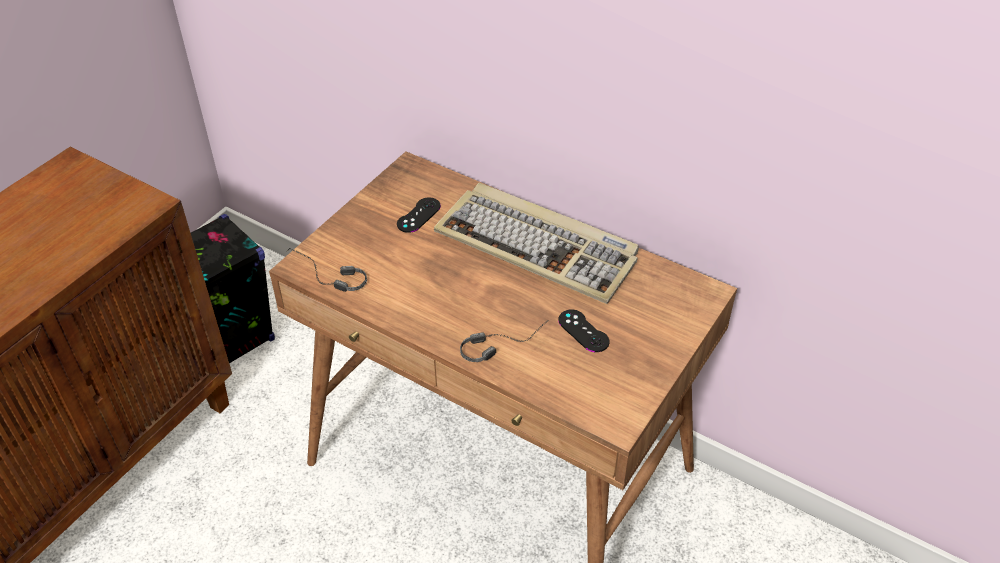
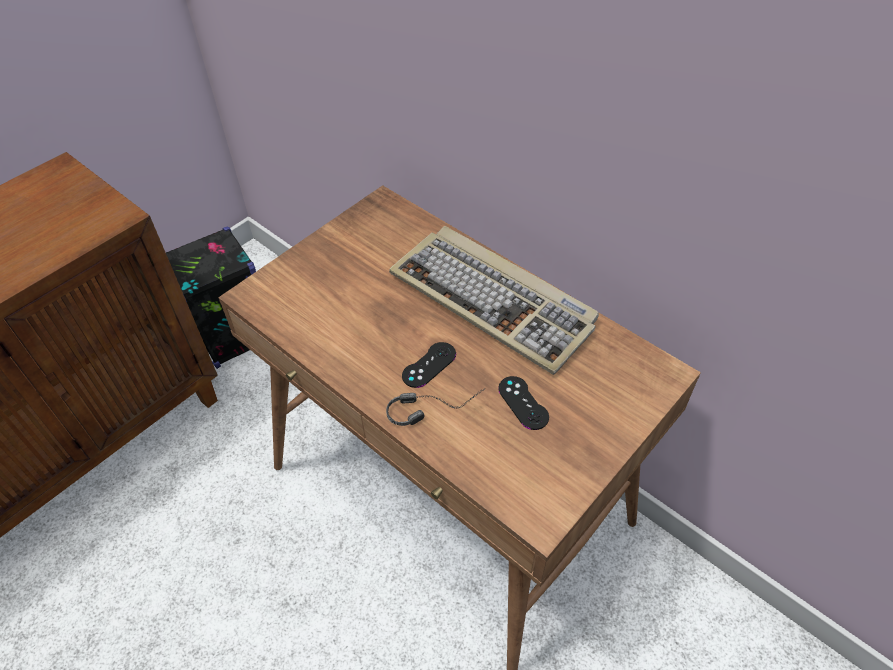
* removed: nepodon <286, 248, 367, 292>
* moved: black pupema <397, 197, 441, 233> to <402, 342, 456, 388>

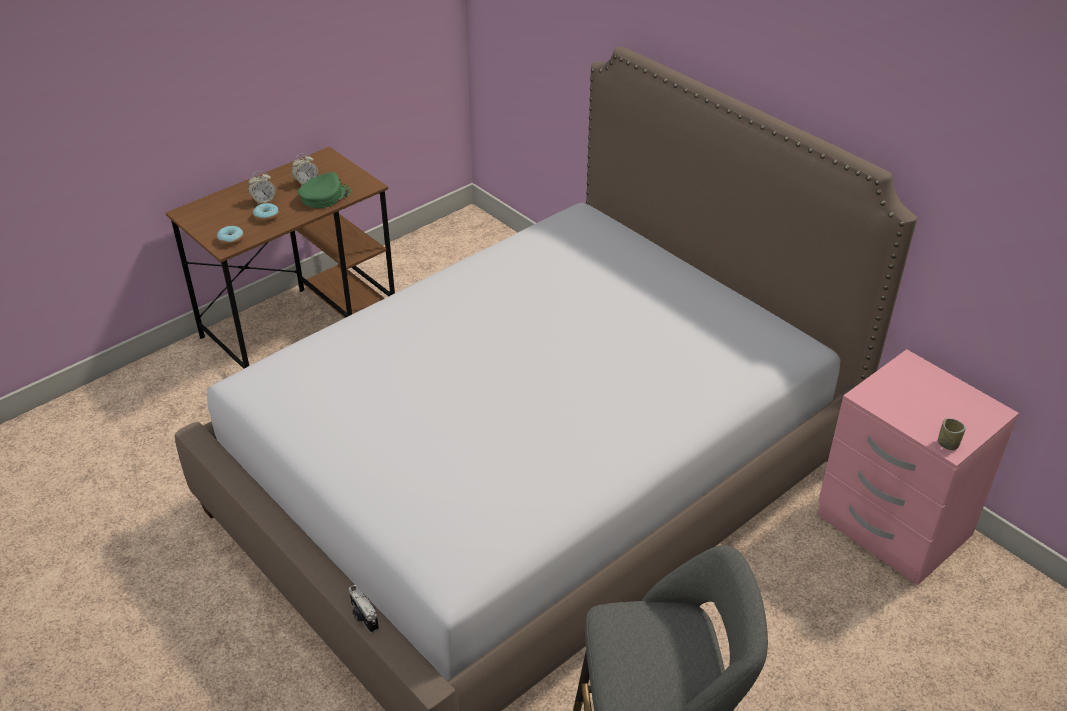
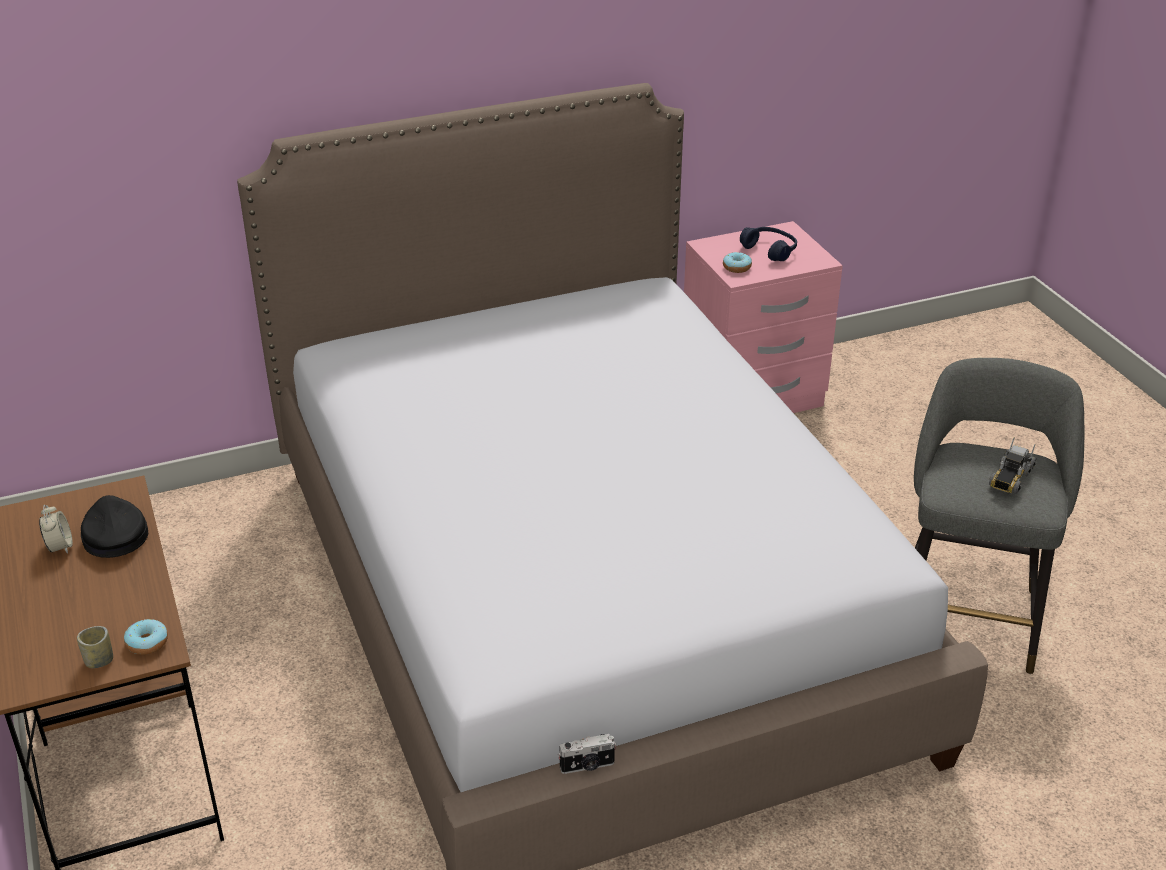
* removed: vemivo <248, 171, 276, 205>
* moved: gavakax <253, 203, 279, 222> to <723, 252, 752, 273>
* recoloured: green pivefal <297, 172, 351, 208> to black pivefal <81, 495, 148, 558>
* moved: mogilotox <349, 585, 379, 633> to <558, 734, 617, 774>
* moved: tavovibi <938, 418, 966, 450> to <77, 626, 113, 668>
* added: blue nepodon <740, 227, 797, 261>
* added: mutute <989, 437, 1036, 494>

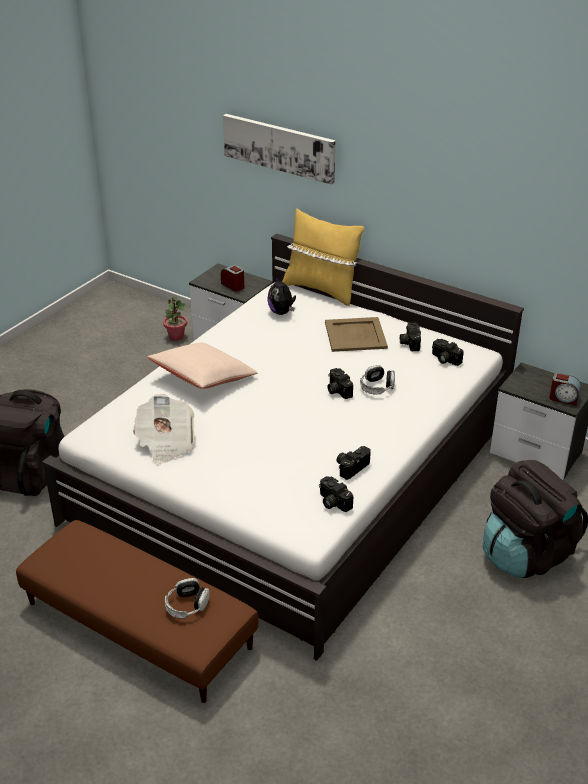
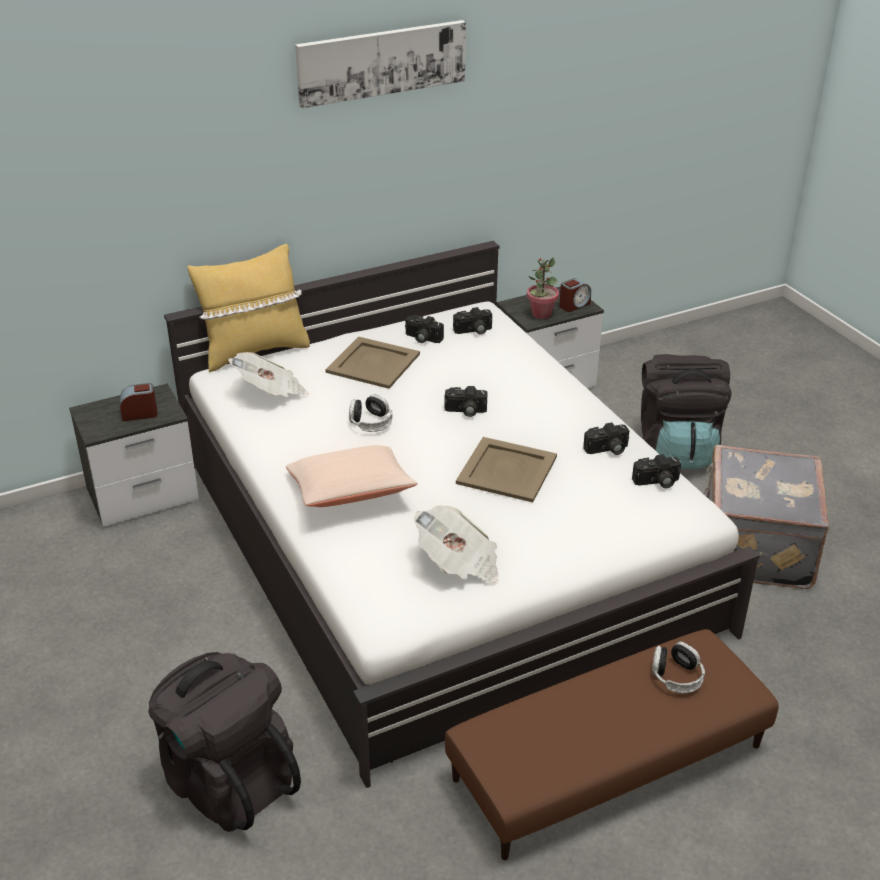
* moved: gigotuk <163, 297, 187, 341> to <527, 257, 559, 319>
* moved: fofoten <223, 114, 336, 185> to <295, 20, 466, 108>
* replaced: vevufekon <267, 276, 296, 315> to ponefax <228, 352, 309, 397>
* turned: mogilotox <337, 446, 371, 480> = <583, 423, 629, 455> 90 degrees counterclockwise
* moved: nepodon <360, 365, 395, 395> to <349, 394, 393, 432>
* added: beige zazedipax <456, 437, 557, 502>
* added: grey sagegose <704, 445, 829, 589>

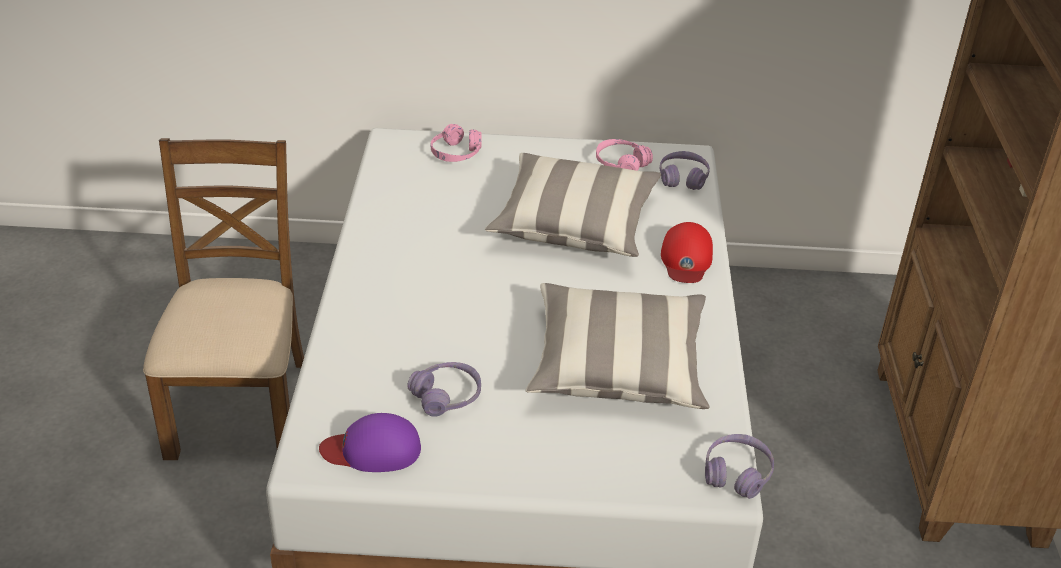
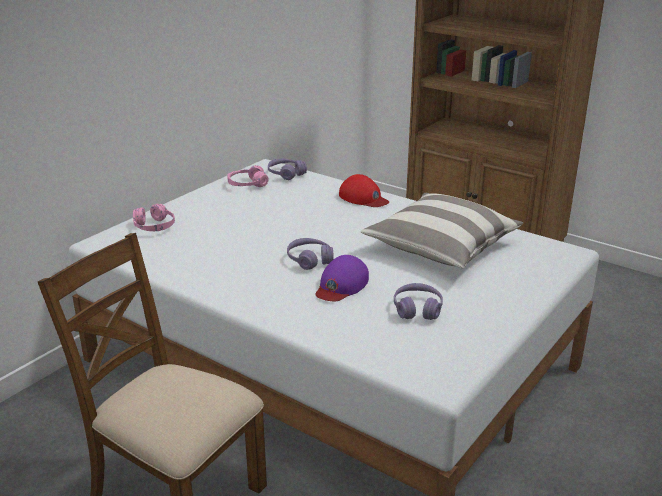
* moved: purple pivefal <319, 413, 421, 472> to <315, 255, 369, 301>
* removed: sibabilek <485, 153, 661, 257>
* moved: purple nepodon <705, 434, 774, 499> to <287, 238, 334, 270>

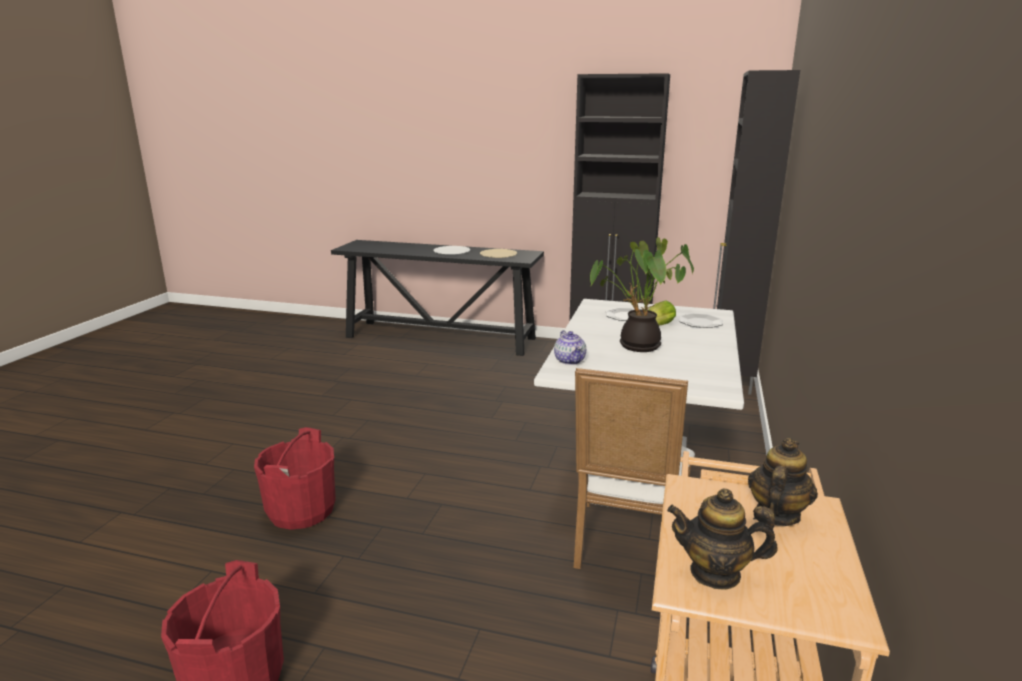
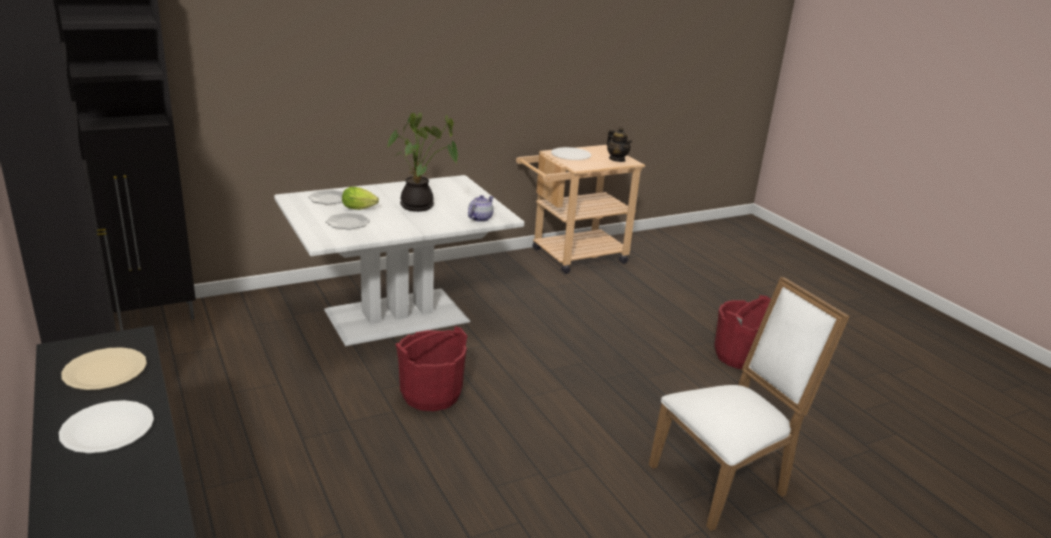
* moved: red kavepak <254, 427, 336, 530> to <395, 326, 467, 411>
* moved: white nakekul <574, 368, 695, 569> to <649, 277, 850, 531>
* replaced: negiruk <748, 438, 818, 526> to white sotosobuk <551, 147, 591, 160>

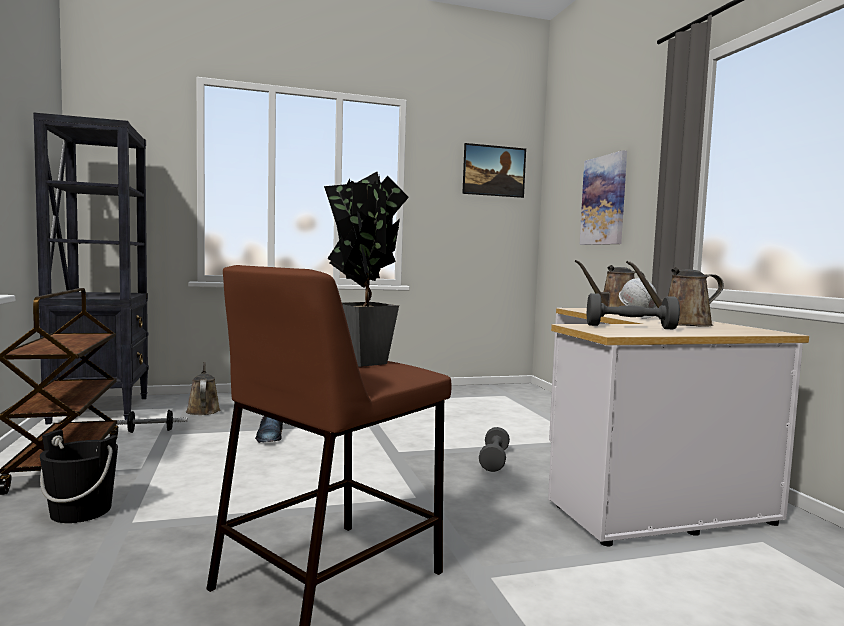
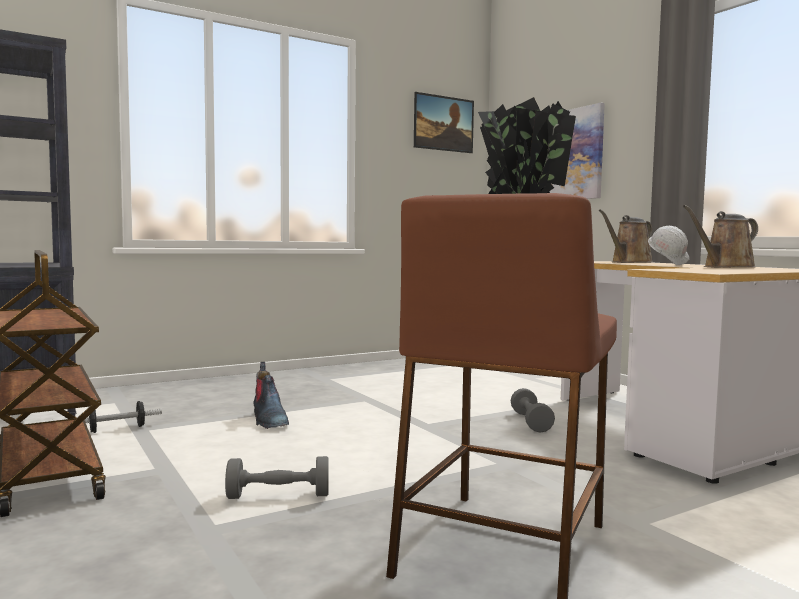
* removed: black kavepak <40, 429, 118, 523>
* removed: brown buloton <186, 362, 220, 415>
* moved: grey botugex <587, 293, 680, 329> to <225, 456, 329, 499>

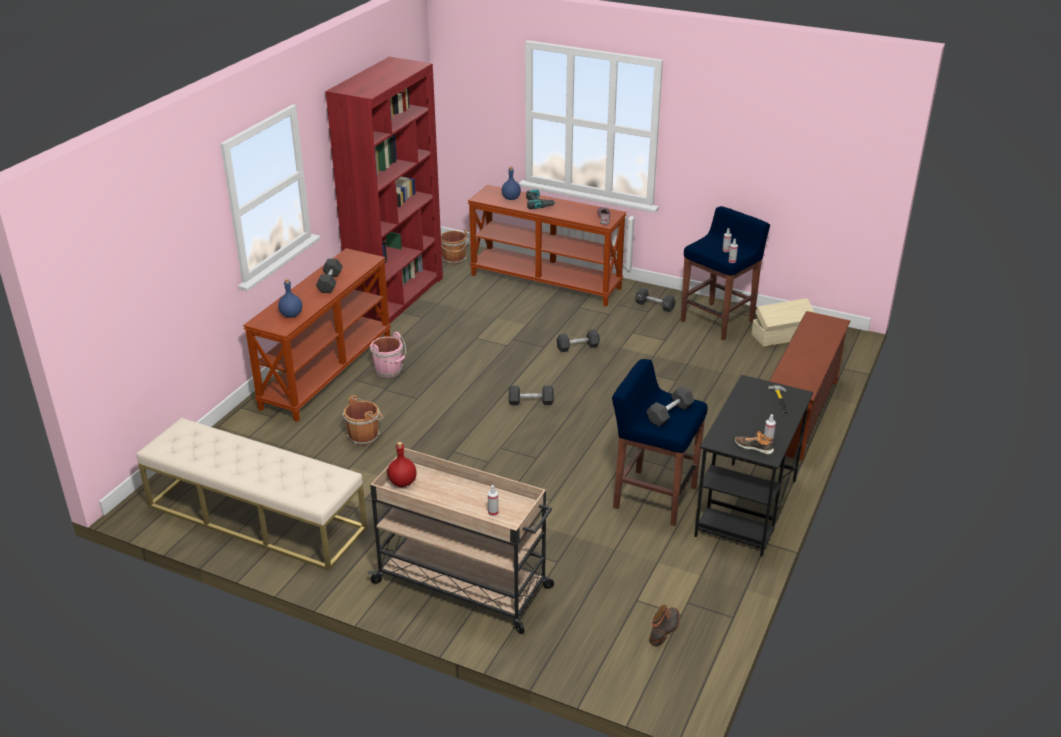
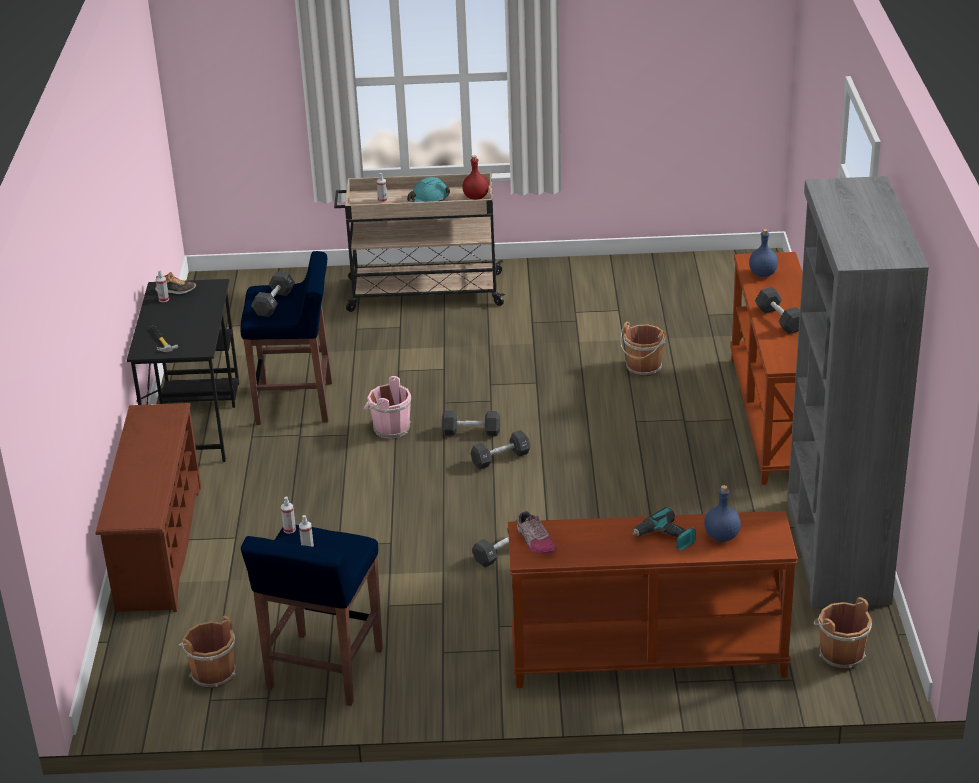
* removed: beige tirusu <137, 418, 367, 571>
* recoloured: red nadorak <326, 57, 443, 324> to grey nadorak <787, 176, 929, 608>
* moved: pink kavepak <370, 332, 406, 377> to <363, 376, 411, 439>
* moved: black botugex <635, 287, 676, 312> to <442, 411, 500, 436>
* removed: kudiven <650, 605, 680, 647>
* replaced: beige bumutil <752, 298, 815, 347> to brown kavepak <178, 616, 235, 689>
* added: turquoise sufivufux <407, 177, 450, 202>

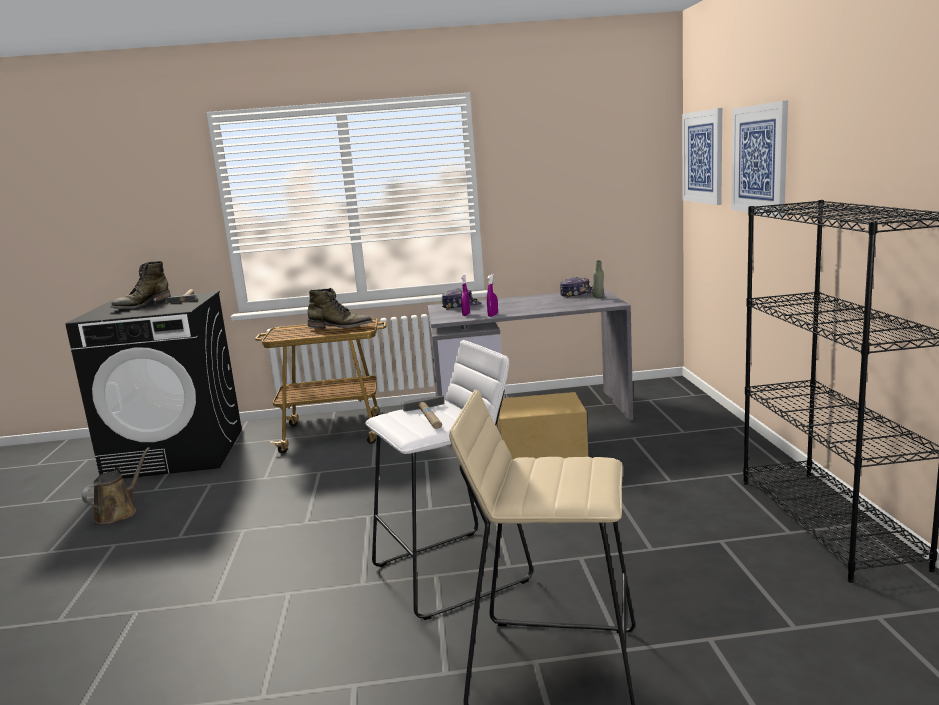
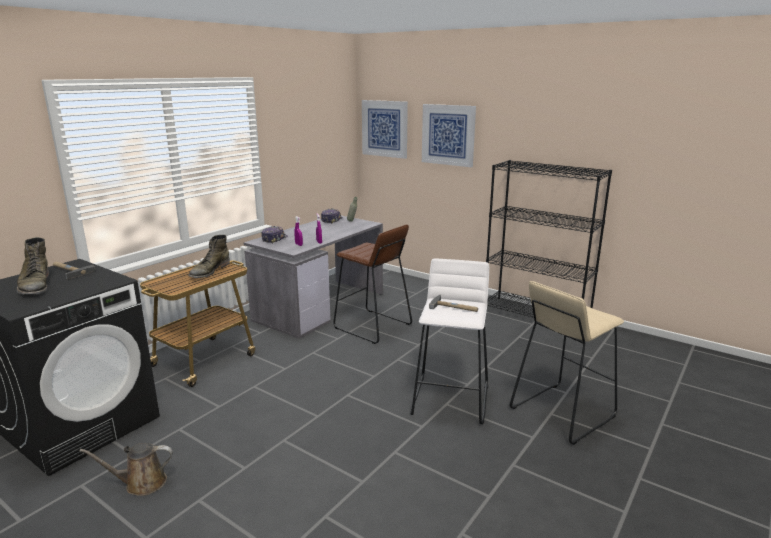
* turned: brown buloton <82, 447, 150, 524> = <80, 443, 173, 496> 75 degrees counterclockwise
* turned: green kudiven <308, 288, 373, 329> = <188, 235, 230, 278> 150 degrees clockwise
* replaced: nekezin <497, 392, 588, 459> to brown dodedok <333, 225, 412, 344>

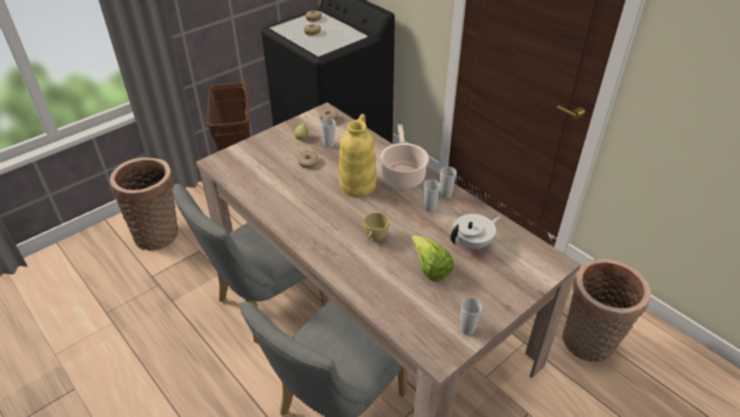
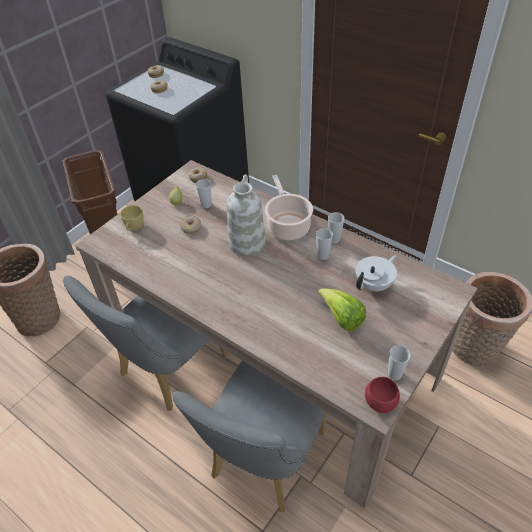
* recoloured: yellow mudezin <339, 114, 376, 197> to white mudezin <227, 174, 265, 257>
* moved: yellow tavovibi <364, 212, 389, 241> to <120, 205, 144, 231>
* added: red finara <365, 377, 400, 413>

